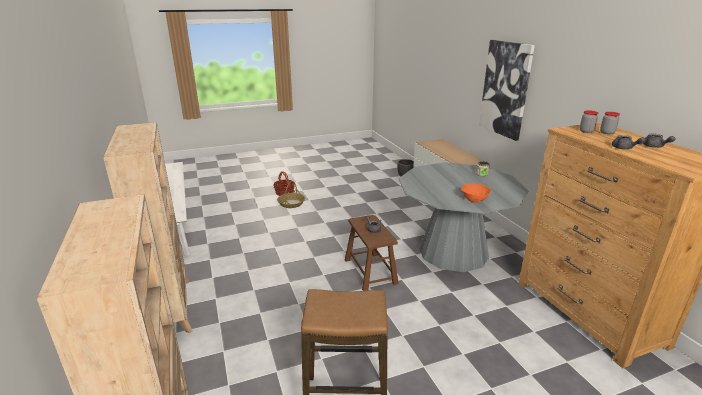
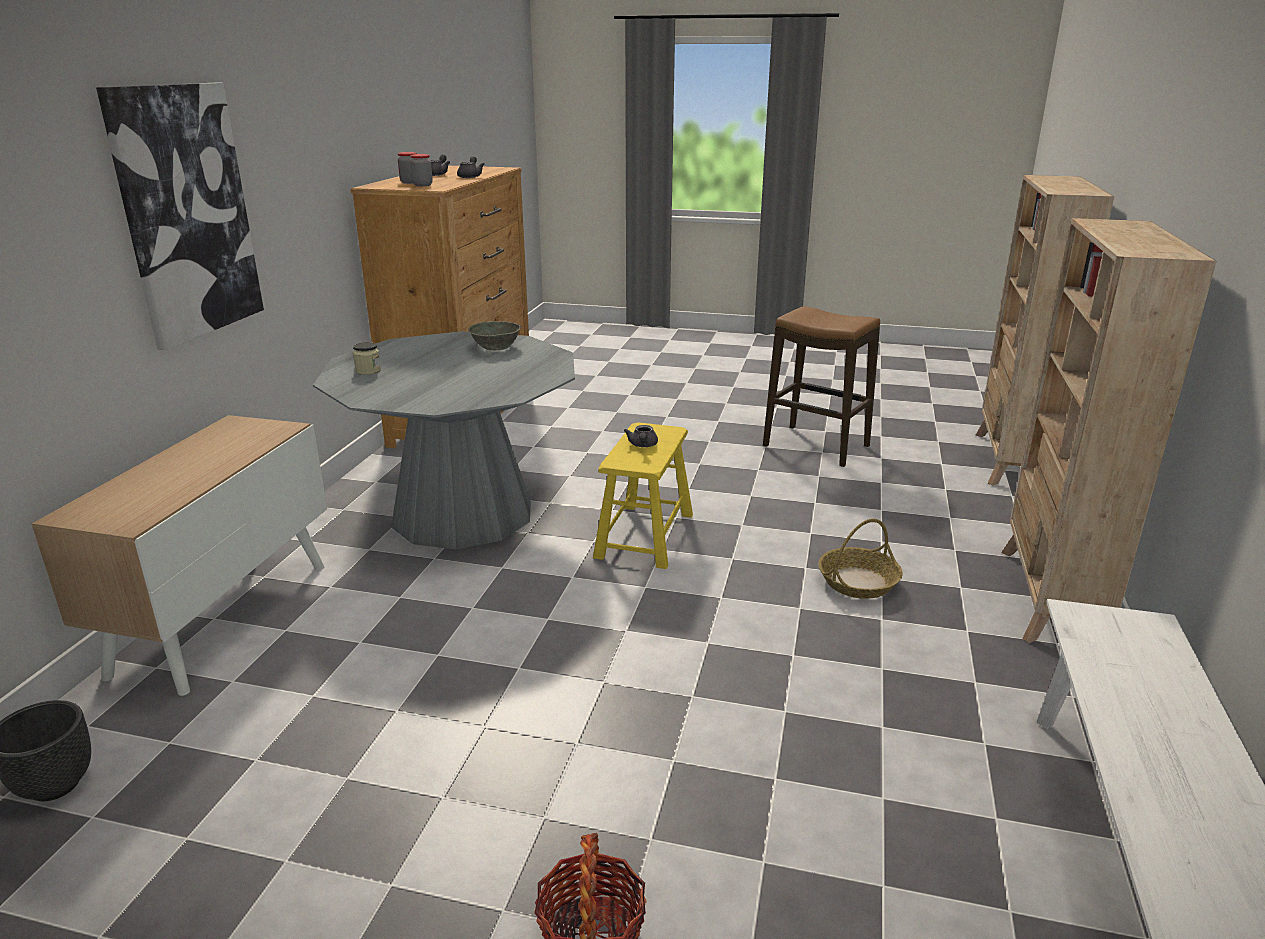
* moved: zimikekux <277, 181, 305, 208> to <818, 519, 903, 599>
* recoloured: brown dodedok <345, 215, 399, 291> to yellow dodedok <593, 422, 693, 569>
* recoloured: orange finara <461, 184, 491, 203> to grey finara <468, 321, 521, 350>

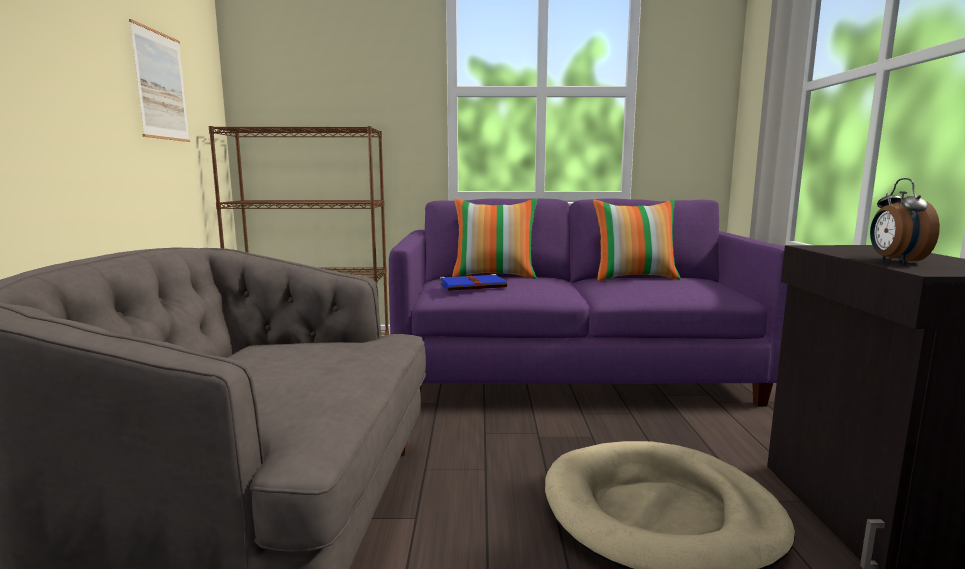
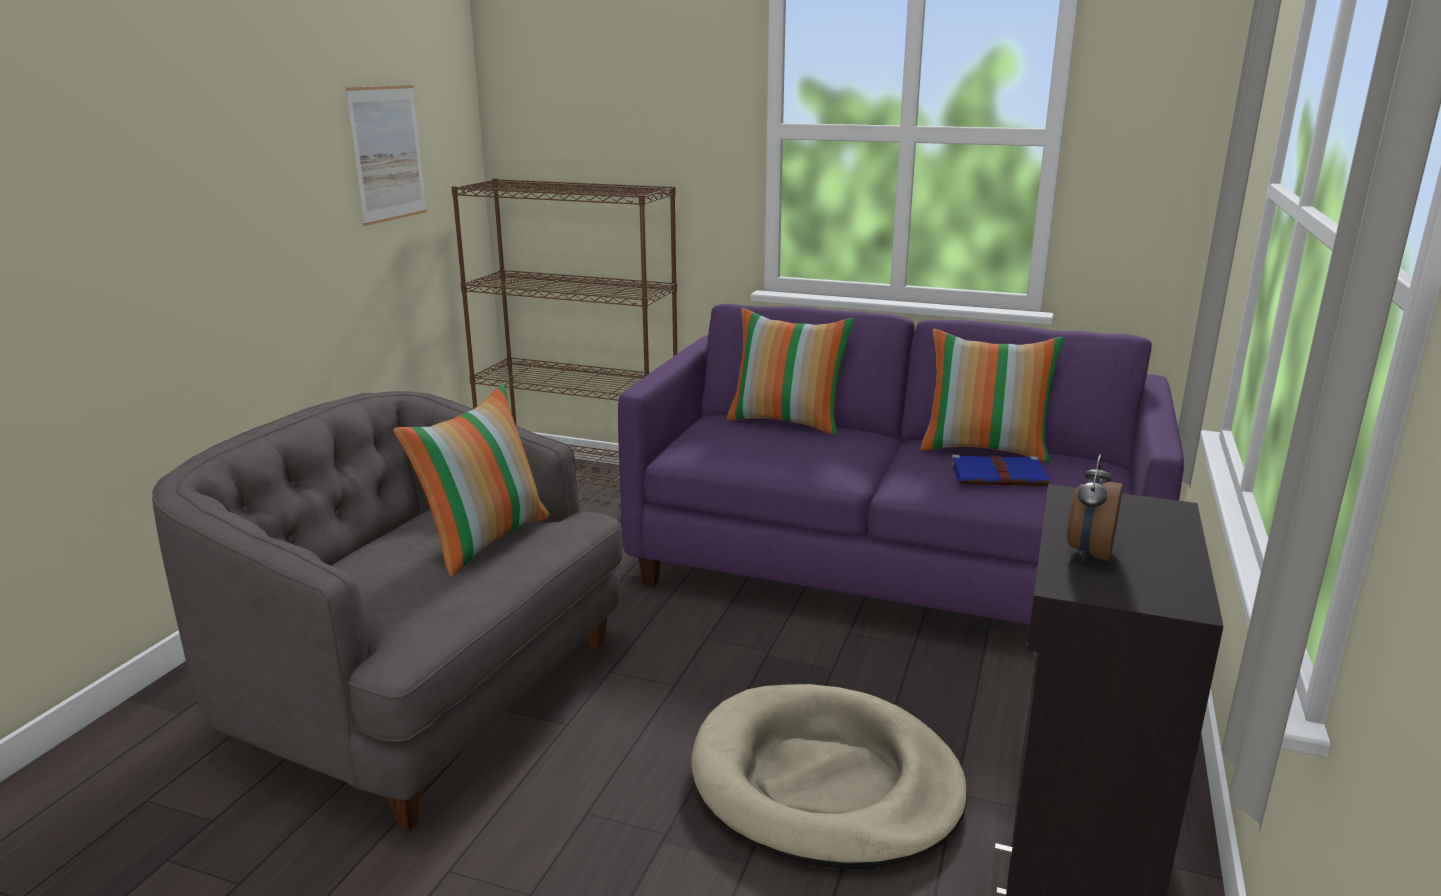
* moved: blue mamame <440, 274, 507, 291> to <951, 455, 1050, 486>
* added: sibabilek <393, 384, 550, 577>

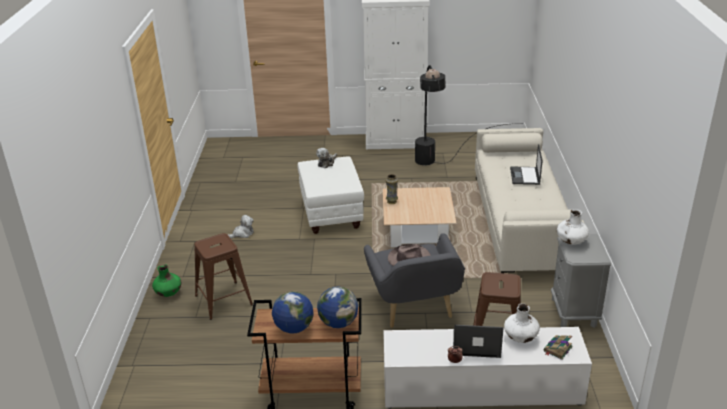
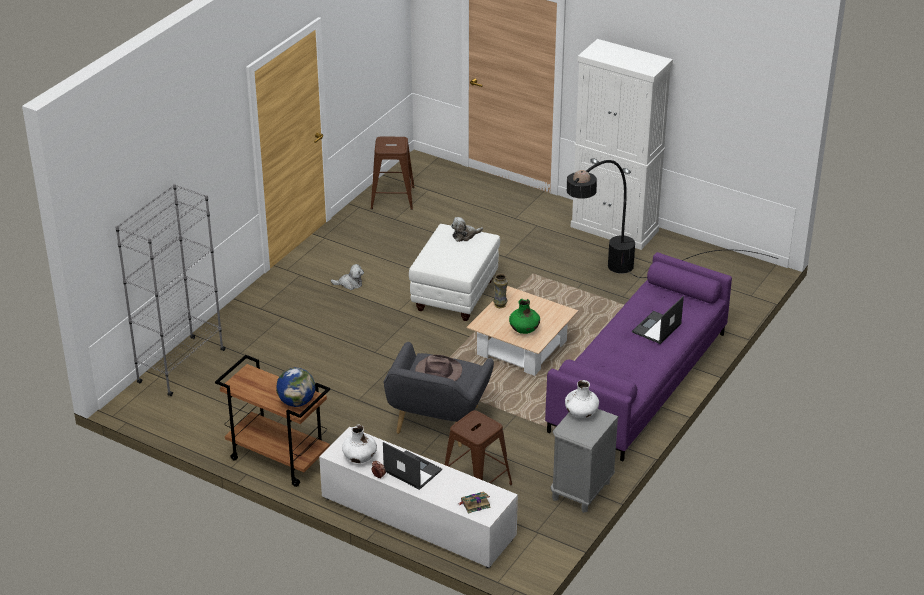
* moved: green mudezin <152, 264, 181, 297> to <509, 299, 540, 334>
* moved: brown dodedok <194, 233, 253, 320> to <371, 136, 415, 210>
* removed: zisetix <272, 291, 313, 333>
* recoloured: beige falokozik <475, 128, 585, 273> to purple falokozik <545, 252, 732, 462>
* moved: white mudezin <504, 303, 540, 343> to <342, 425, 377, 463>
* added: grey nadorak <115, 184, 226, 396>

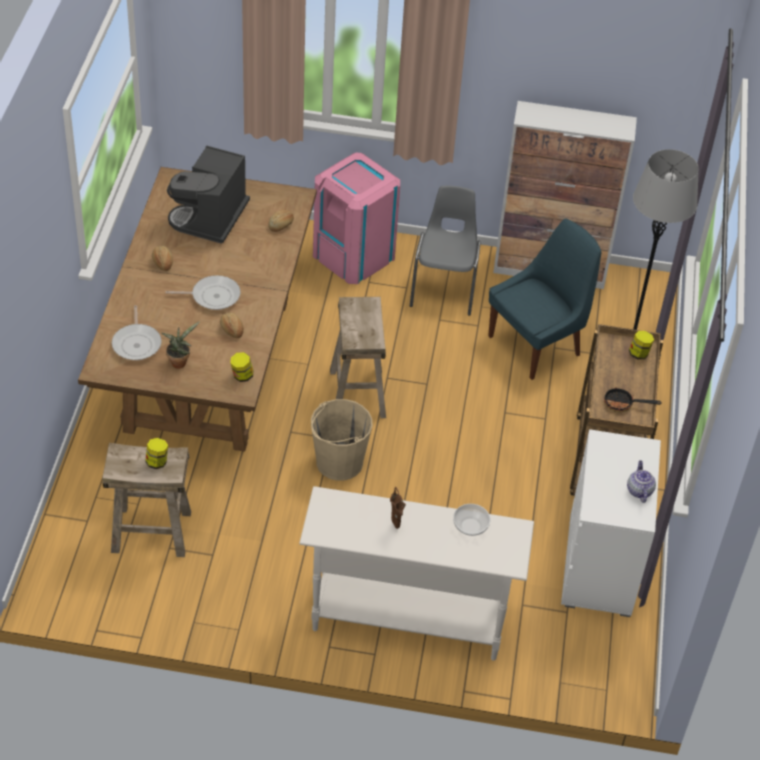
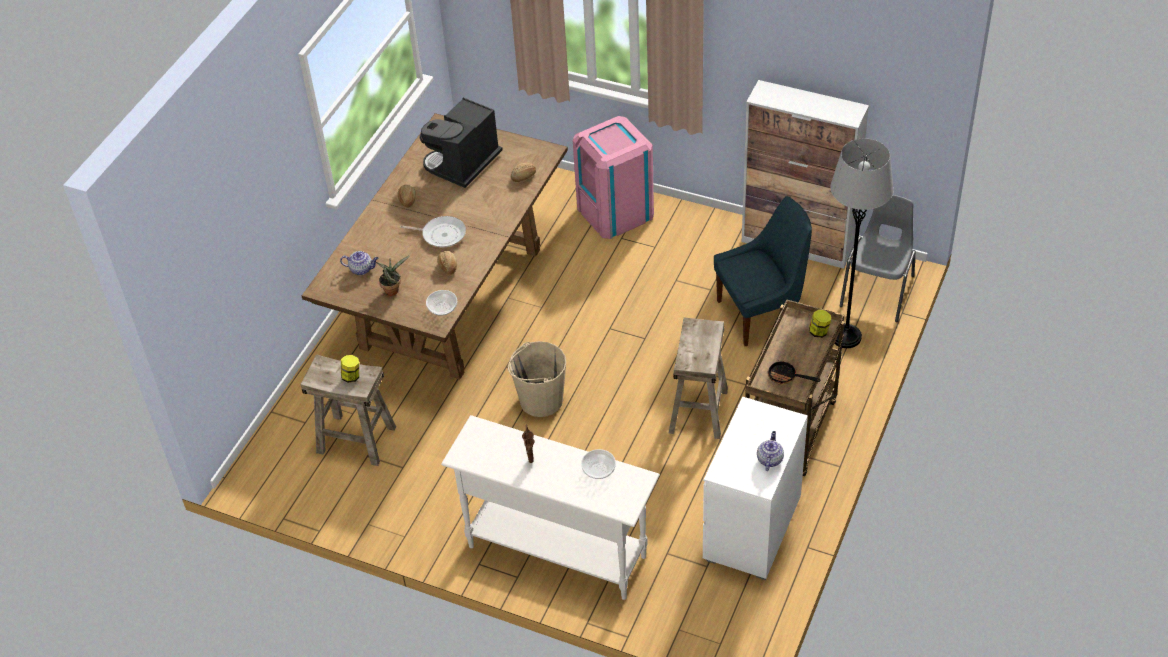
* replaced: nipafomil <112, 305, 162, 360> to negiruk <340, 251, 378, 275>
* replaced: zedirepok <230, 352, 253, 382> to finara <426, 290, 457, 316>
* moved: beige dodedok <330, 297, 386, 418> to <669, 318, 728, 439>
* moved: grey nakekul <410, 186, 481, 316> to <840, 195, 916, 322>

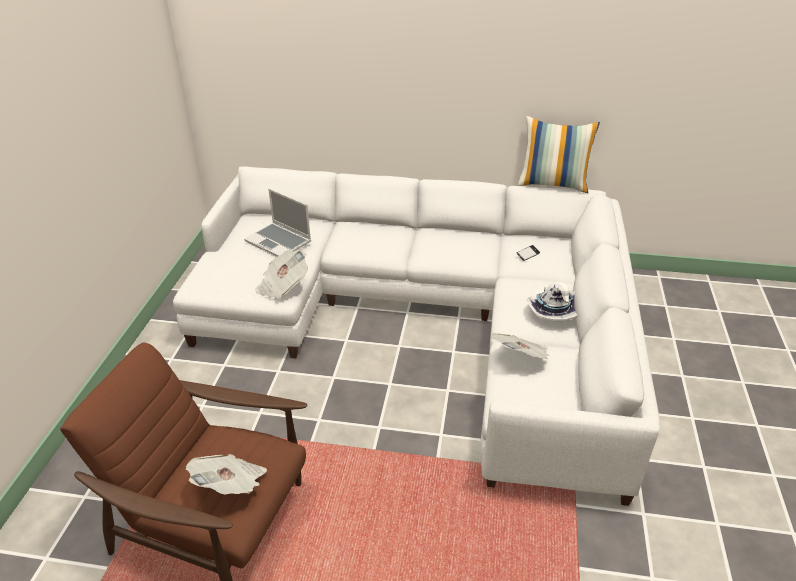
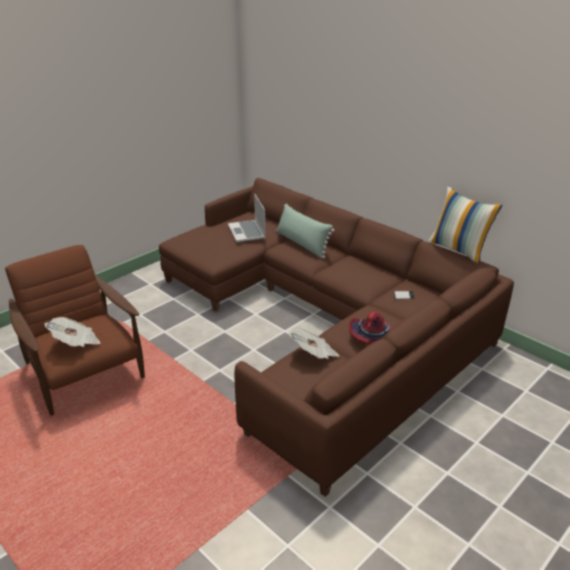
* recoloured: white falokozik <173, 166, 660, 506> to brown falokozik <159, 178, 514, 497>
* removed: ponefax <255, 250, 308, 300>
* recoloured: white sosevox <527, 282, 577, 322> to red sosevox <349, 312, 393, 344>
* added: green sibabilek <276, 203, 334, 258>

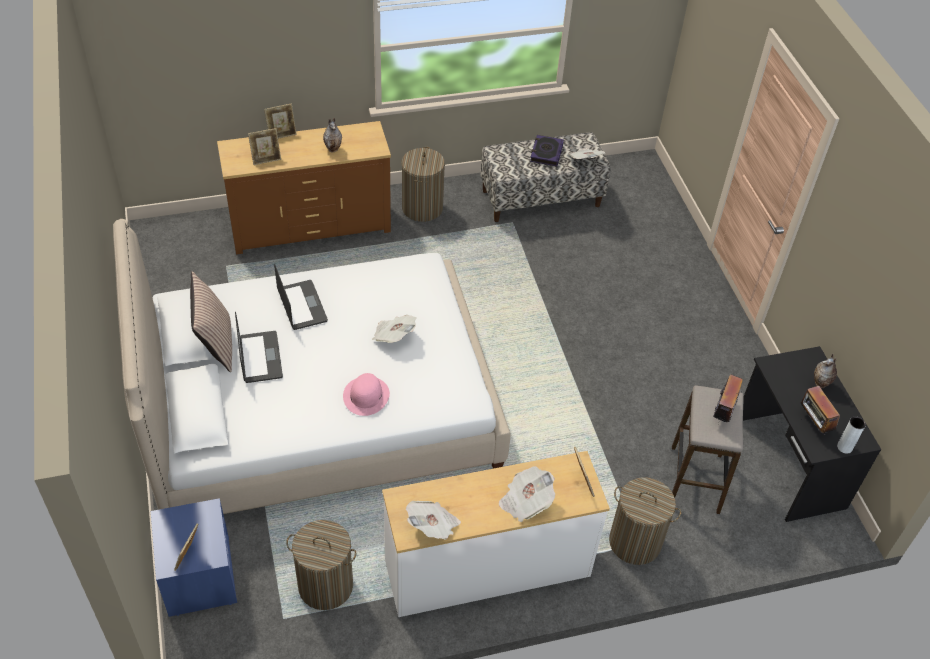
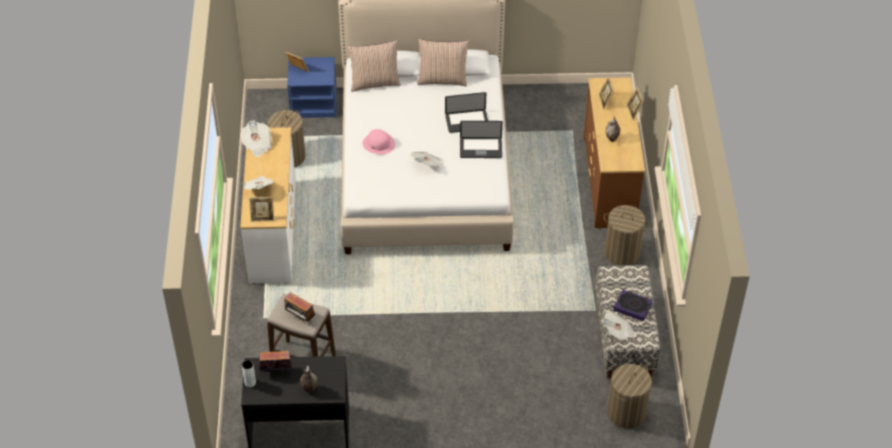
* moved: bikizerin <235, 312, 283, 383> to <460, 121, 503, 158>
* moved: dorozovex <609, 477, 681, 565> to <607, 364, 652, 429>
* added: sibabilek <347, 40, 401, 92>

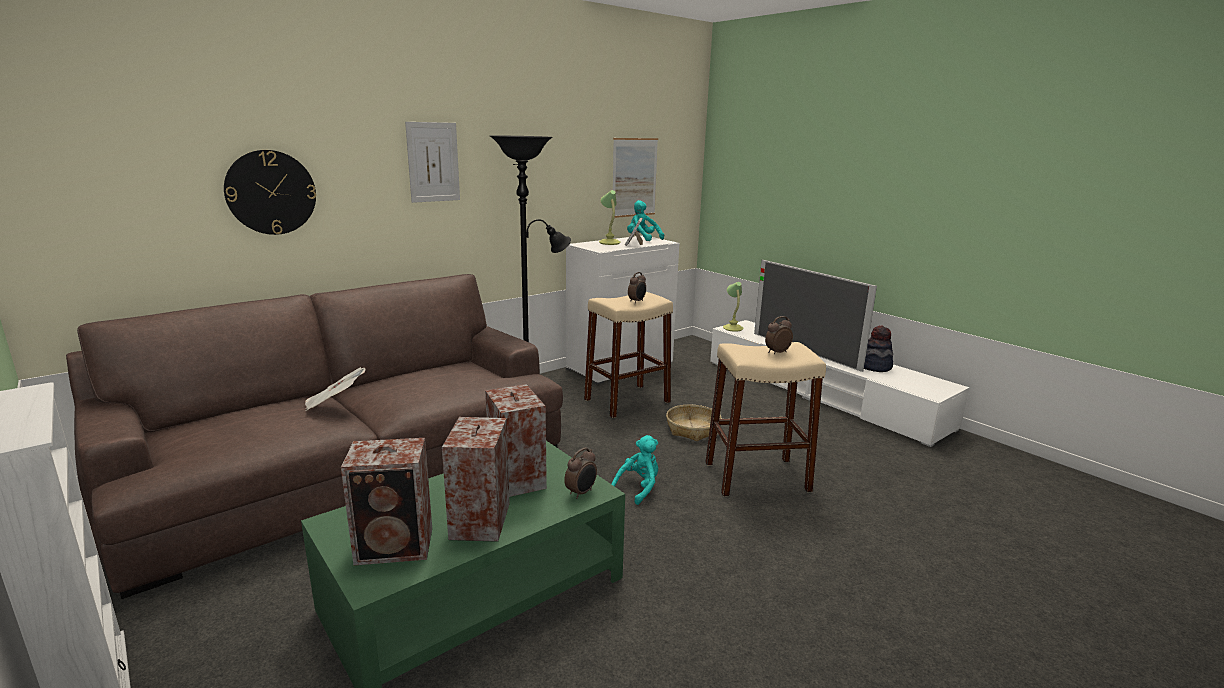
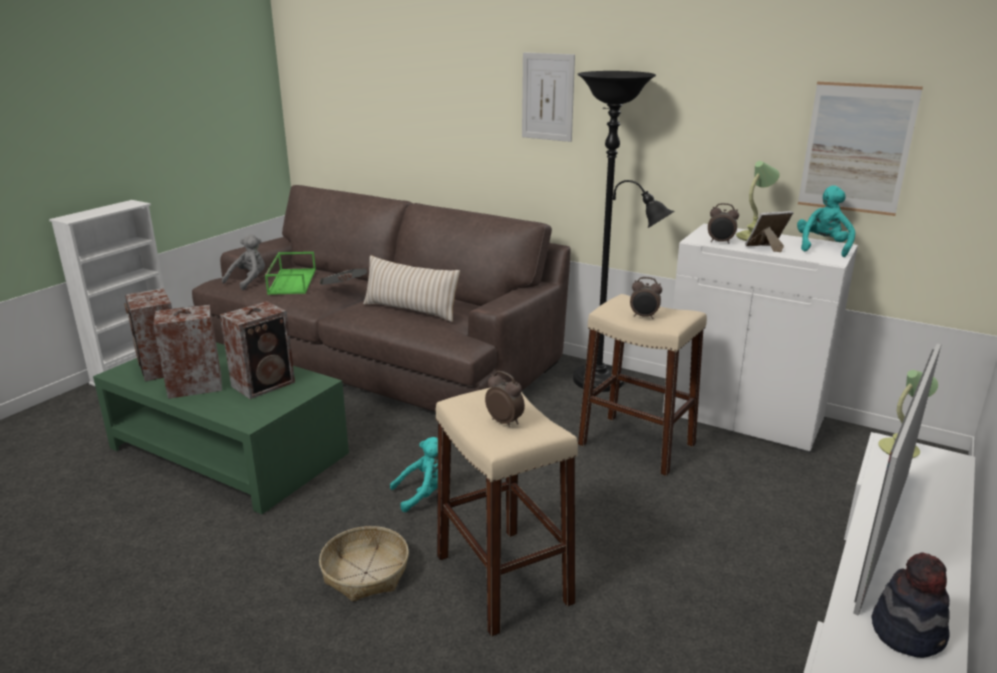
* removed: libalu <224, 150, 316, 235>
* moved: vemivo <564, 448, 597, 499> to <708, 203, 739, 244>
* turned: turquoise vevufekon <611, 435, 658, 505> = <390, 437, 438, 512> 45 degrees counterclockwise
* moved: zimikekux <666, 405, 722, 441> to <319, 526, 409, 602>
* added: grey vevufekon <222, 234, 265, 290>
* added: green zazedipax <265, 252, 316, 295>
* added: beige sibabilek <363, 255, 460, 322>

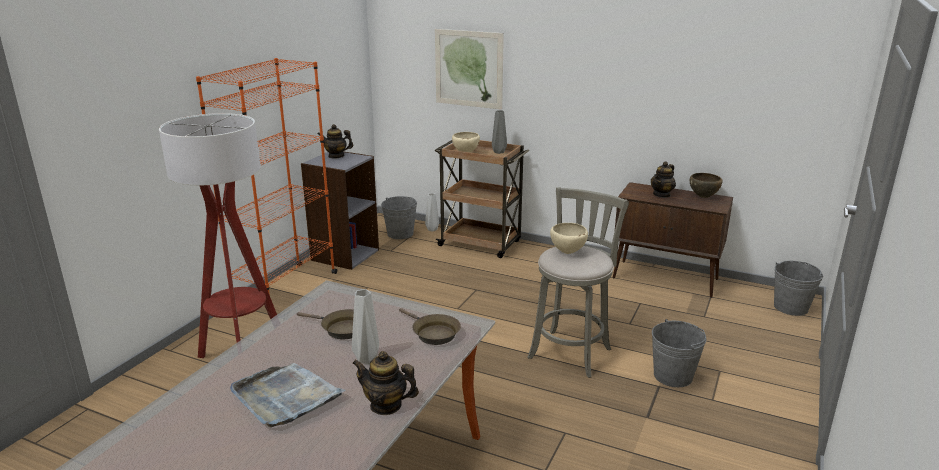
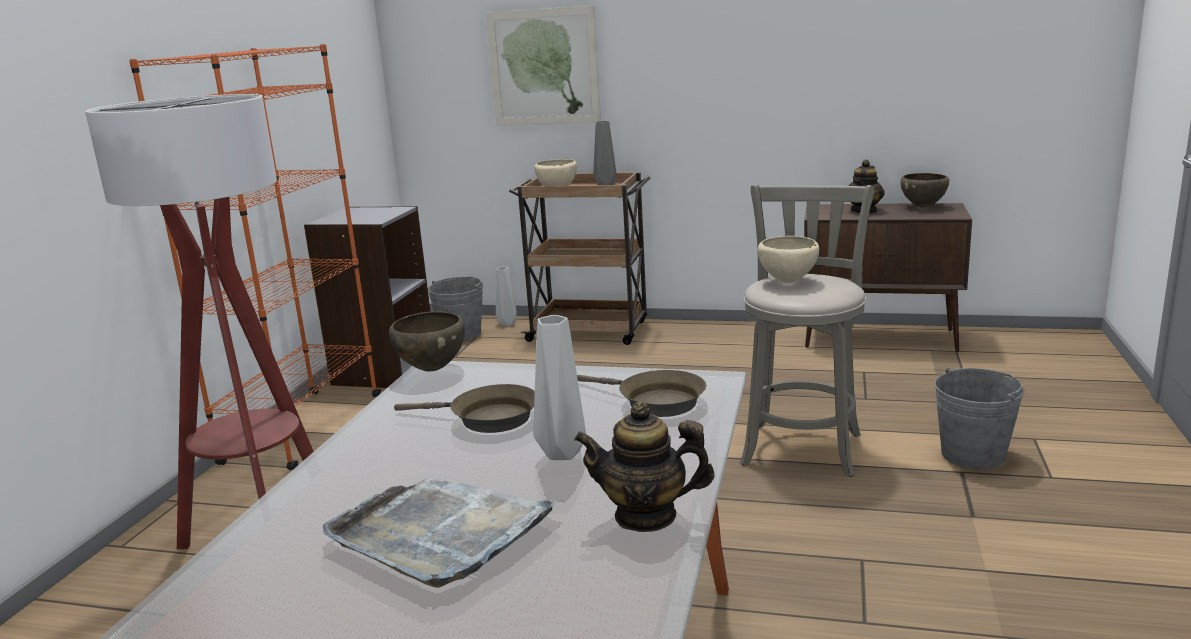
* removed: negiruk <318, 124, 353, 159>
* removed: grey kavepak <774, 261, 823, 316>
* added: brown finara <389, 312, 465, 371>

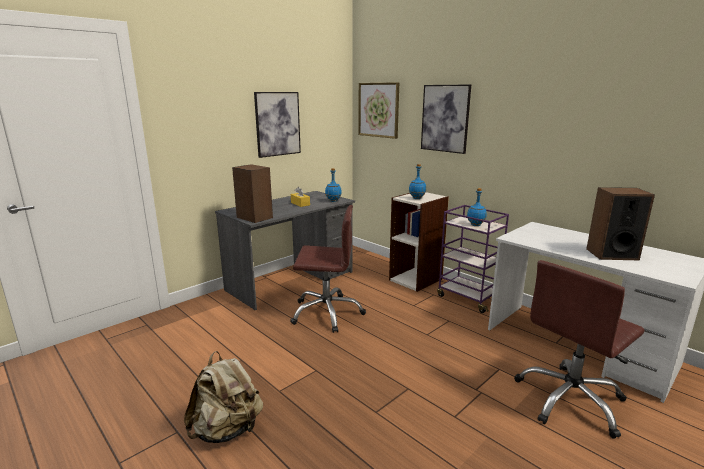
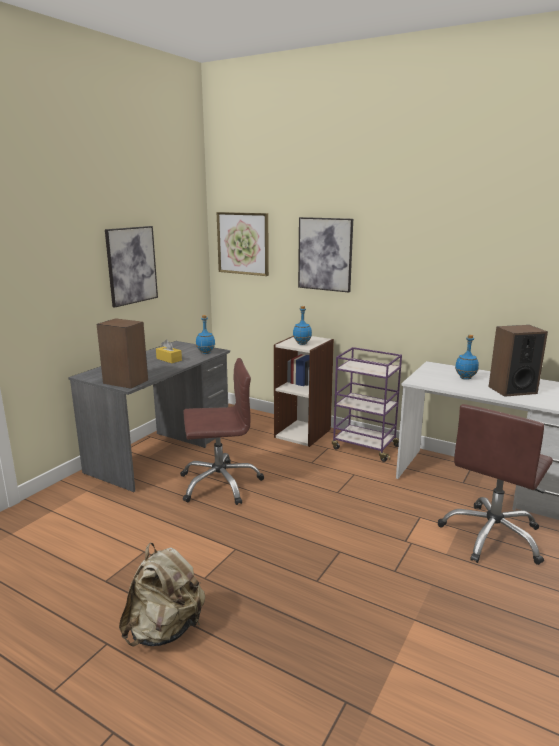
* moved: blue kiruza <467, 188, 487, 226> to <455, 335, 479, 380>

